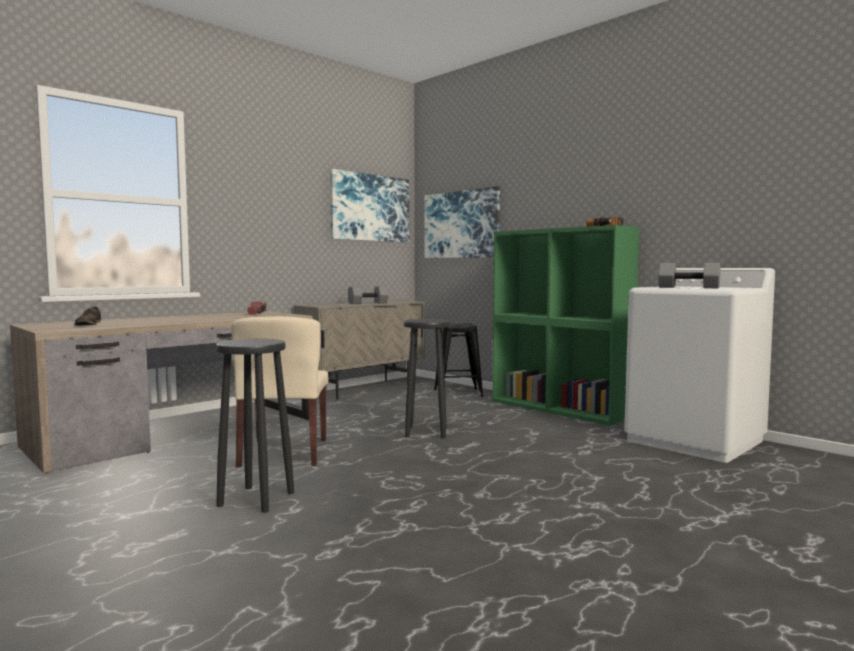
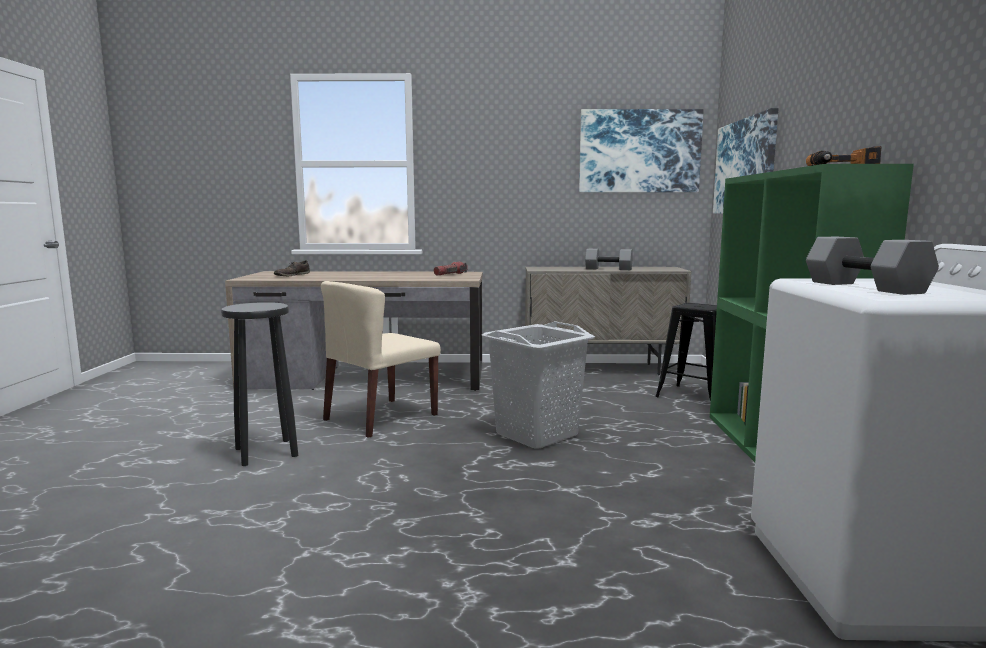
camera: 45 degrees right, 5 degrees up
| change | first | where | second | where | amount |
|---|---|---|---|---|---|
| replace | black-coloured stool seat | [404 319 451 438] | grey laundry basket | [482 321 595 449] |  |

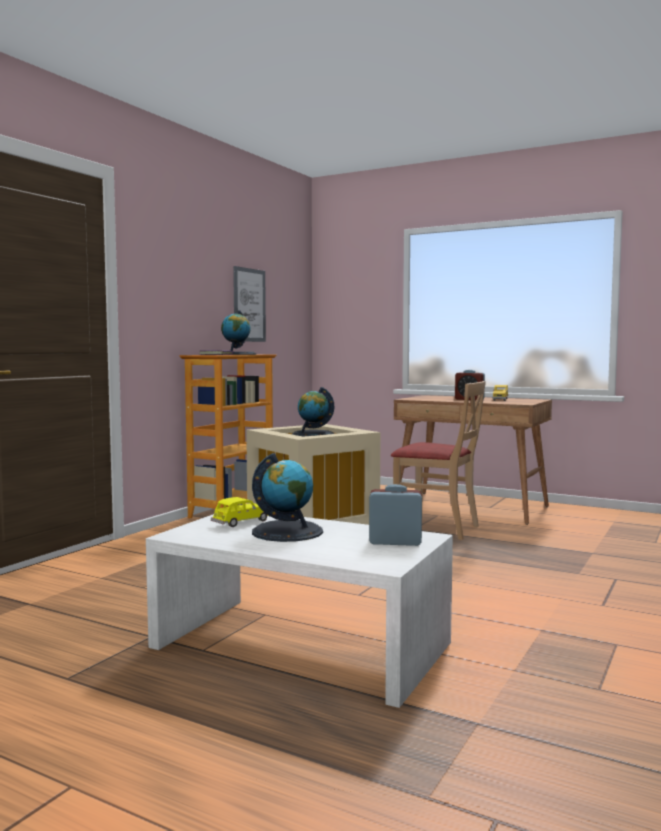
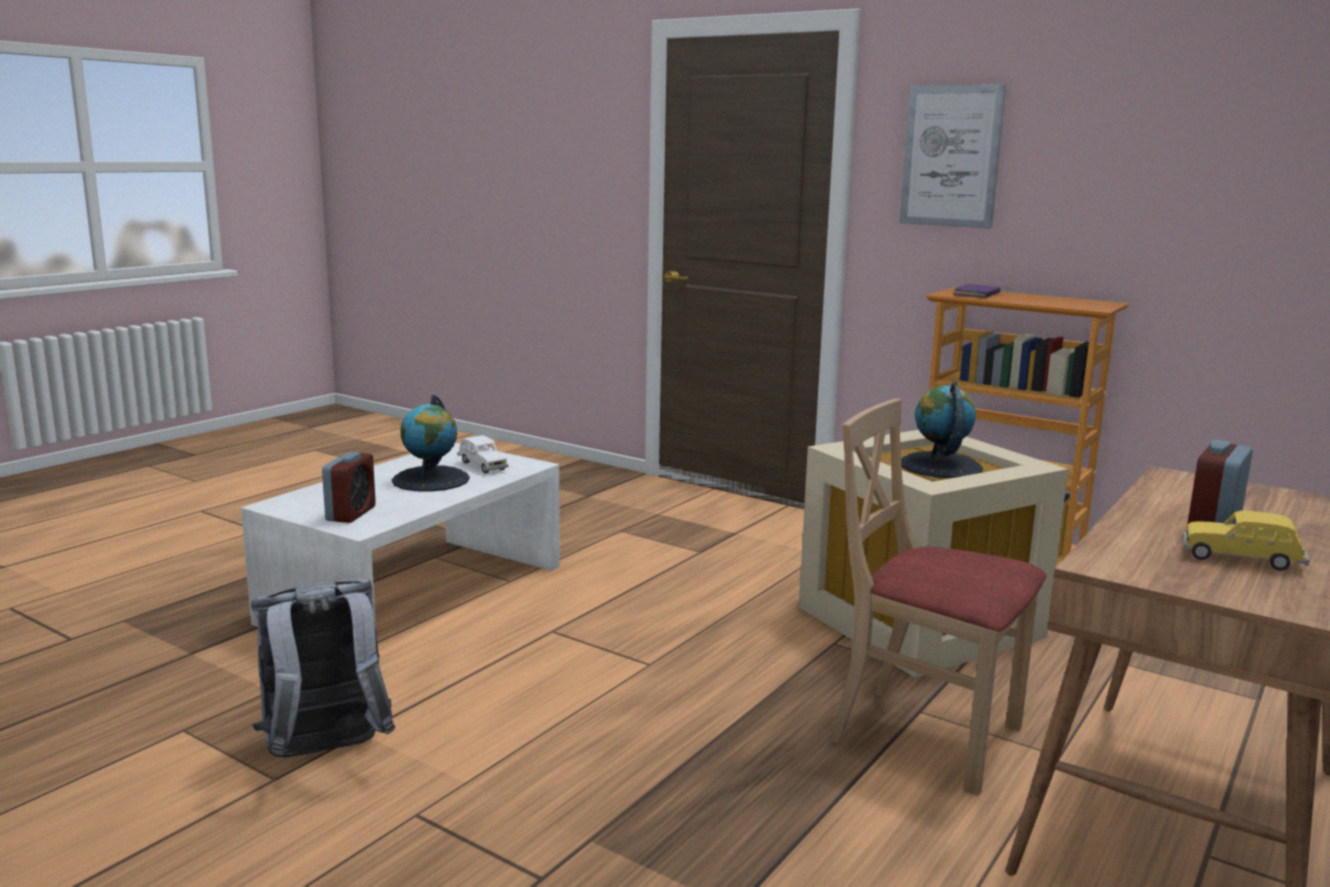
camera: 95 degrees right, 10 degrees up
| change | first | where | second | where | amount |
|---|---|---|---|---|---|
| recolor | yellow model car | [211 497 268 527] | whitish model car | [457 435 508 474] |  |
| delete | globe | [221 310 256 355] |  |  |  |
| move | picture | [233 266 266 342] |  | [899 85 1006 229] |  |
| rotate | beige chair | [391 381 486 540] |  | [831 398 1046 796] | 90 degrees clockwise |
| insert |  |  | grey knapsack | [251 579 395 758] |  |

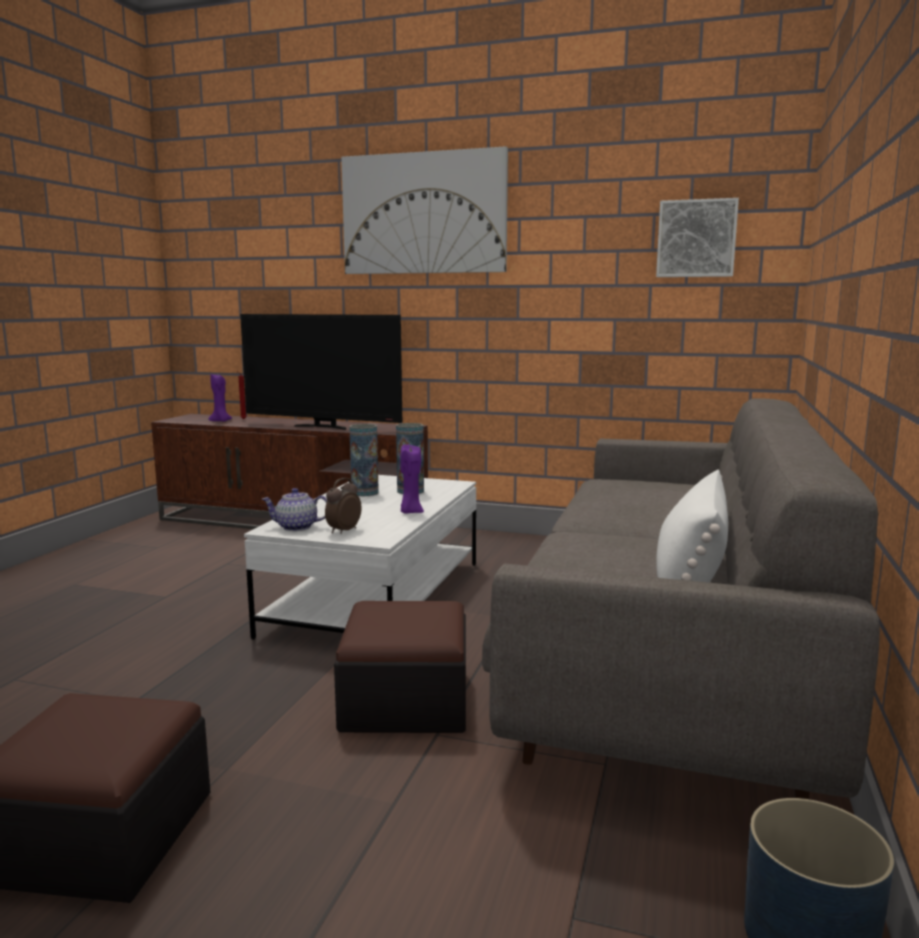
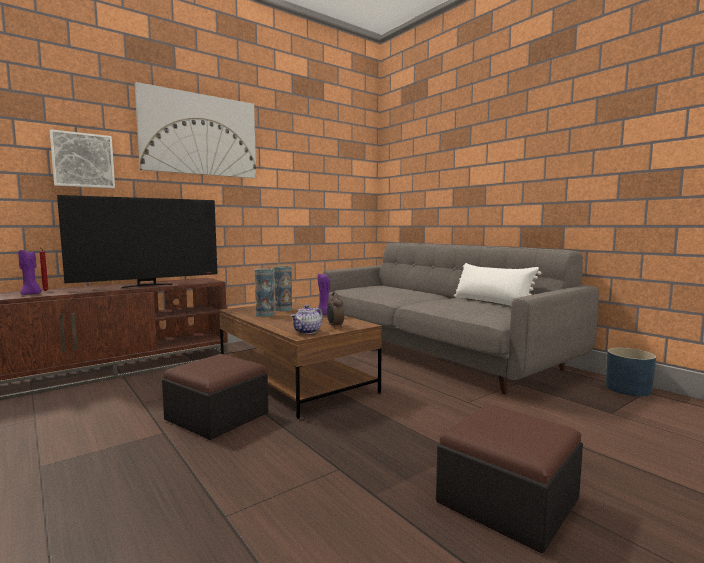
camera: 55 degrees left, 5 degrees down
| change | first | where | second | where | amount |
|---|---|---|---|---|---|
| recolor | whitish low table | [244 475 476 640] | brown low table | [219 302 382 419] |  |
| move | footrest | [334 601 466 733] |  | [162 354 268 440] |  |
| move | picture | [656 198 739 277] |  | [50 129 115 188] |  |

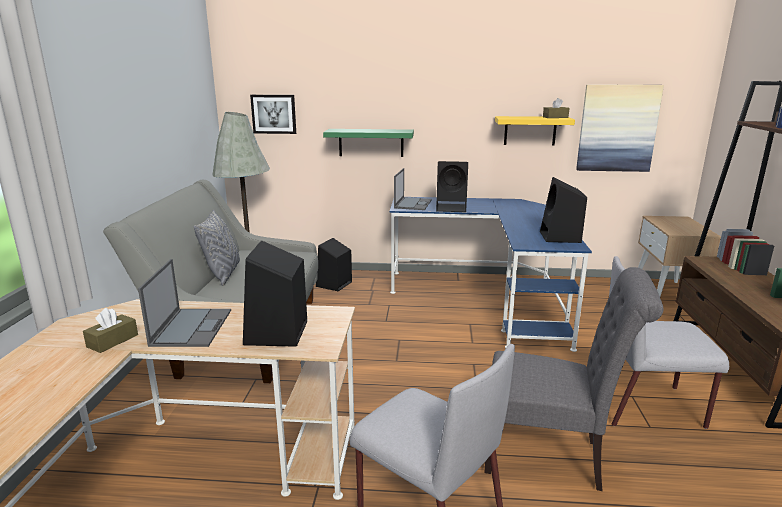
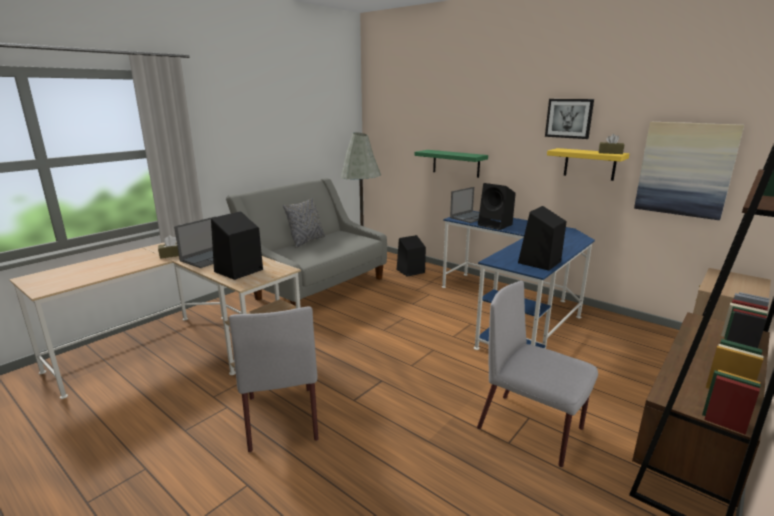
camera: 35 degrees right, 0 degrees up
| change | first | where | second | where | amount |
|---|---|---|---|---|---|
| move | picture | [250 95 296 134] |  | [545 99 594 139] |  |
| delete | grey chair | [484 267 663 491] |  |  |  |

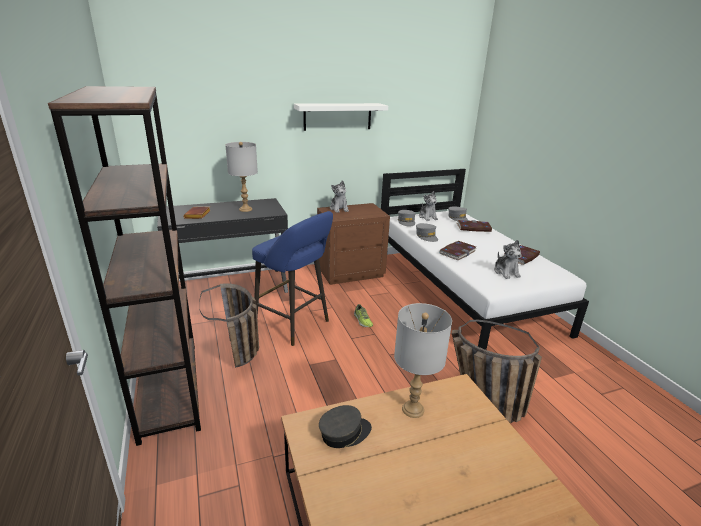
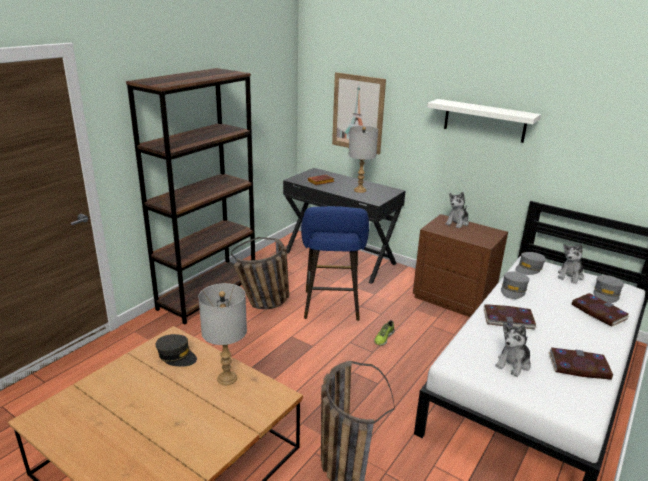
camera: 55 degrees right, 0 degrees up
| change | first | where | second | where | amount |
|---|---|---|---|---|---|
| insert |  |  | picture | [332 72 386 155] |  |

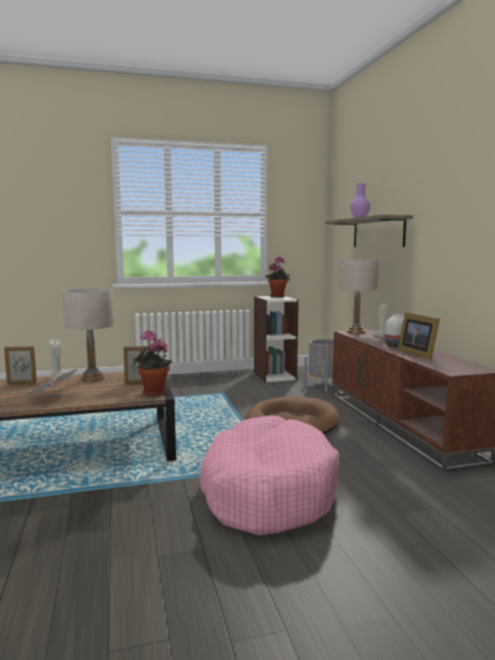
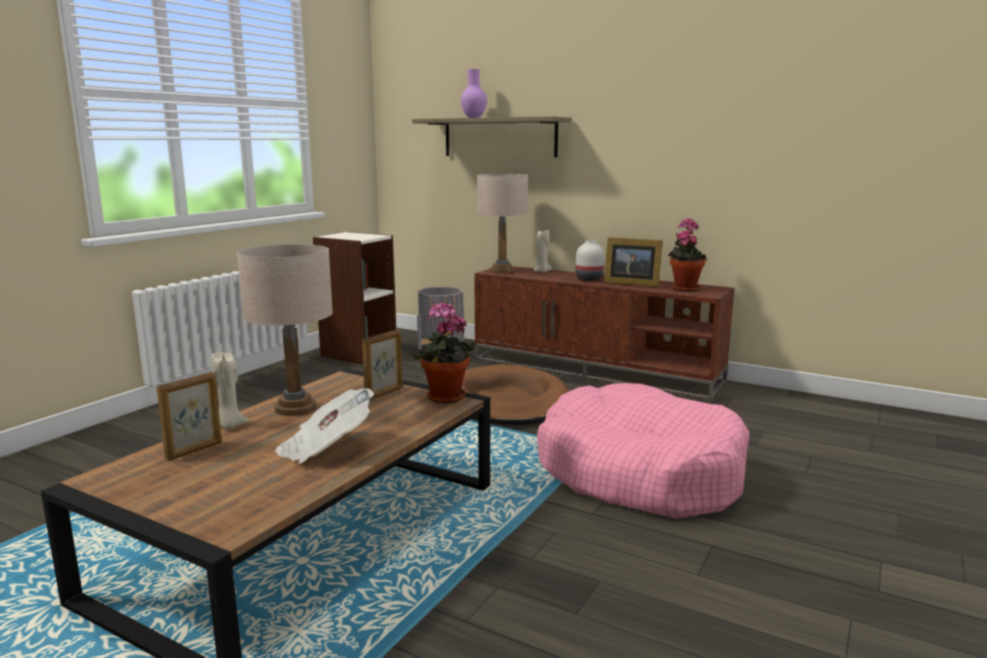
camera: 45 degrees left, 5 degrees up
| change | first | where | second | where | amount |
|---|---|---|---|---|---|
| move | potted plant | [265 257 290 298] |  | [668 218 707 292] |  |

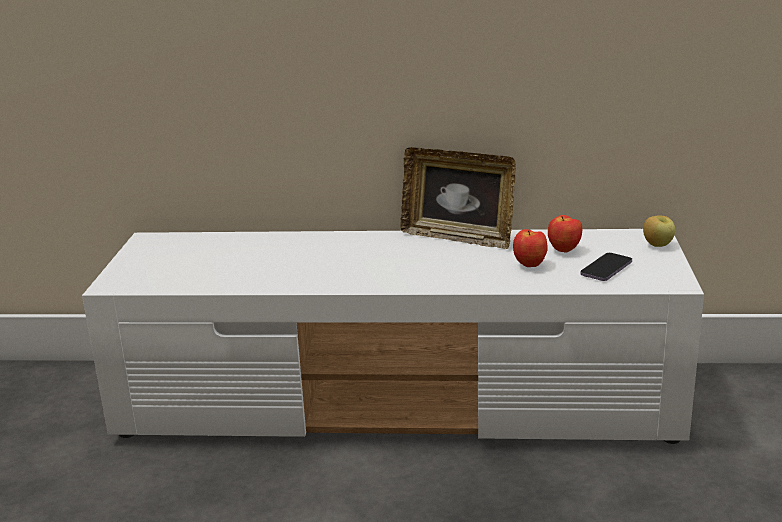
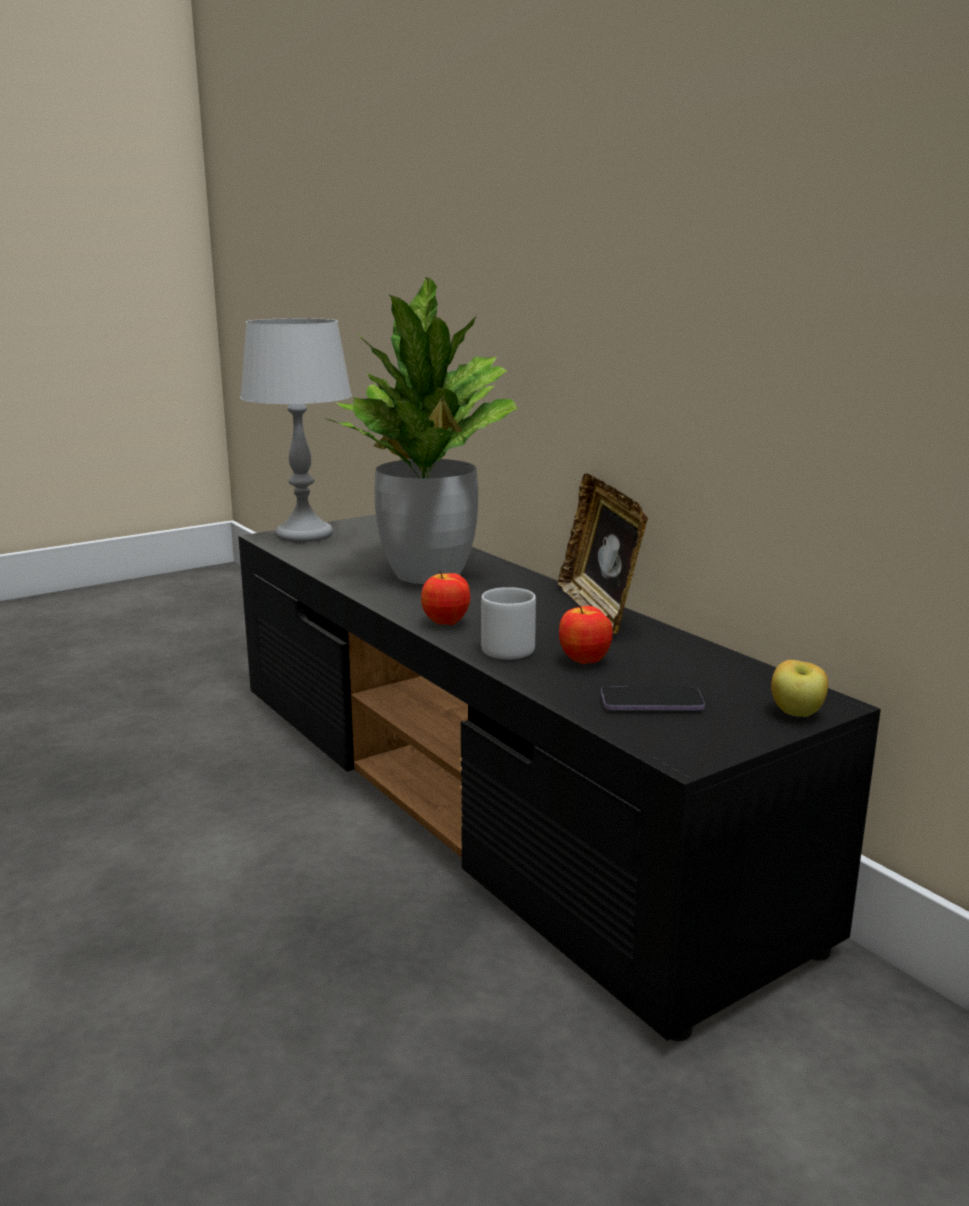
camera: 50 degrees right, 5 degrees down
| change | first | where | second | where | amount |
|---|---|---|---|---|---|
| recolor | whitish media console | [82 229 704 444] | black-coloured media console | [238 514 881 1041] |  |
| move | apple fruit | [548 215 582 253] |  | [421 571 470 625] |  |
| insert |  |  | grey lamp for a table | [240 318 352 542] |  |
| insert |  |  | potted plant | [324 277 518 584] |  |
| insert |  |  | grey mug | [481 587 536 659] |  |

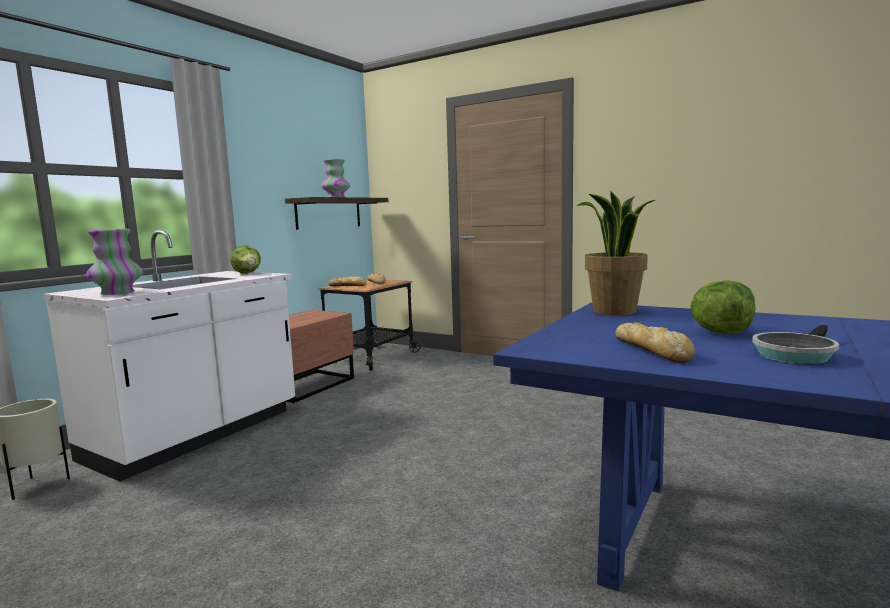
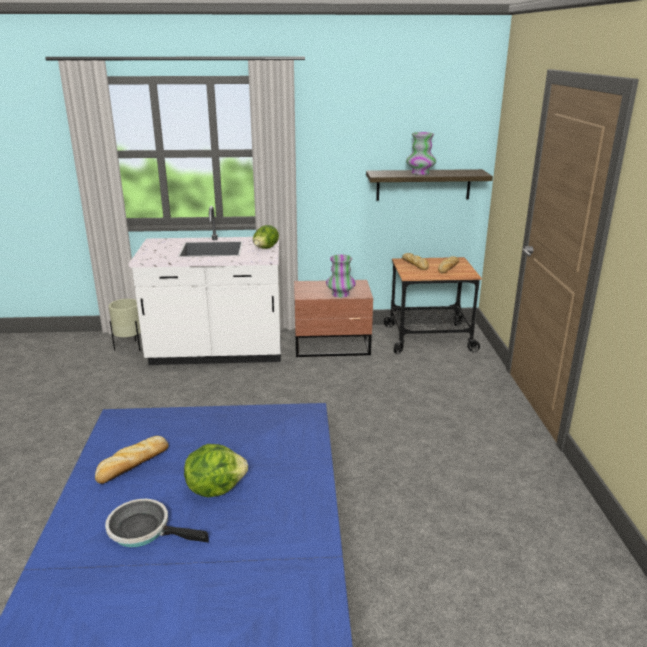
camera: 55 degrees right, 15 degrees up
| change | first | where | second | where | amount |
|---|---|---|---|---|---|
| move | vase | [86 229 143 295] |  | [326 254 356 297] |  |
| delete | potted plant | [576 191 655 316] |  |  |  |

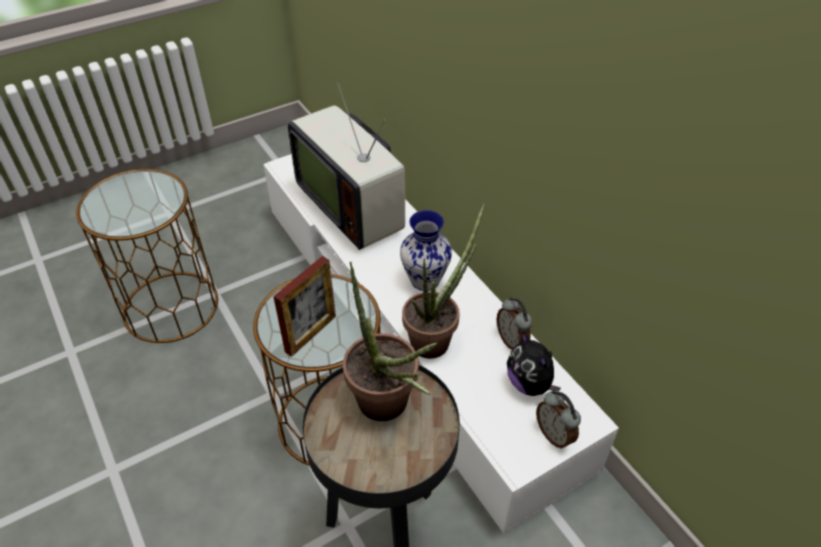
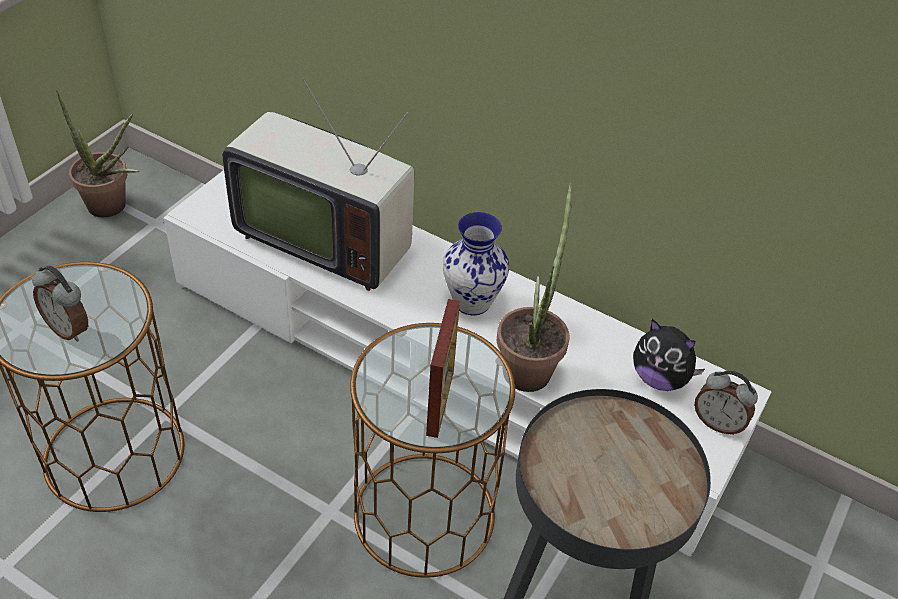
camera: 30 degrees left, 0 degrees up
| change | first | where | second | where | amount |
|---|---|---|---|---|---|
| move | potted plant | [343 262 438 421] |  | [56 90 140 218] |  |
| move | alarm clock | [497 297 532 350] |  | [32 265 88 342] |  |

